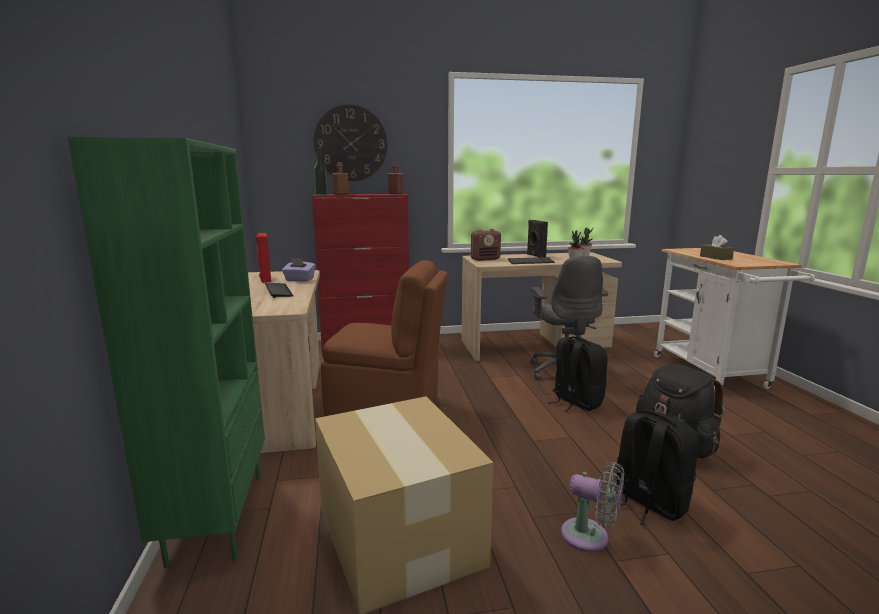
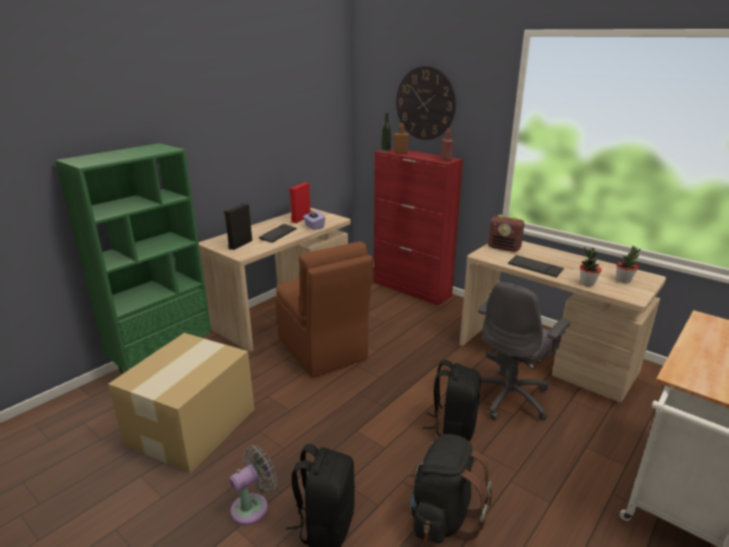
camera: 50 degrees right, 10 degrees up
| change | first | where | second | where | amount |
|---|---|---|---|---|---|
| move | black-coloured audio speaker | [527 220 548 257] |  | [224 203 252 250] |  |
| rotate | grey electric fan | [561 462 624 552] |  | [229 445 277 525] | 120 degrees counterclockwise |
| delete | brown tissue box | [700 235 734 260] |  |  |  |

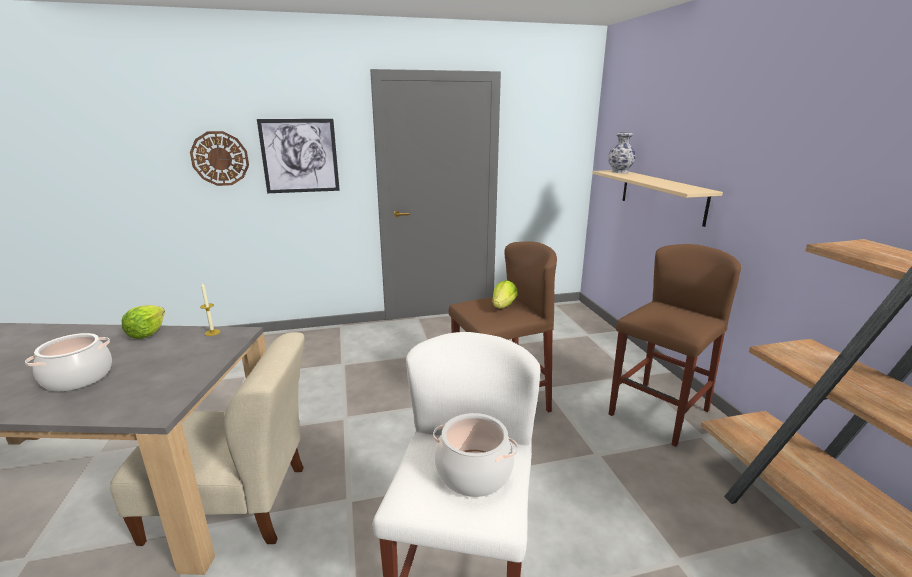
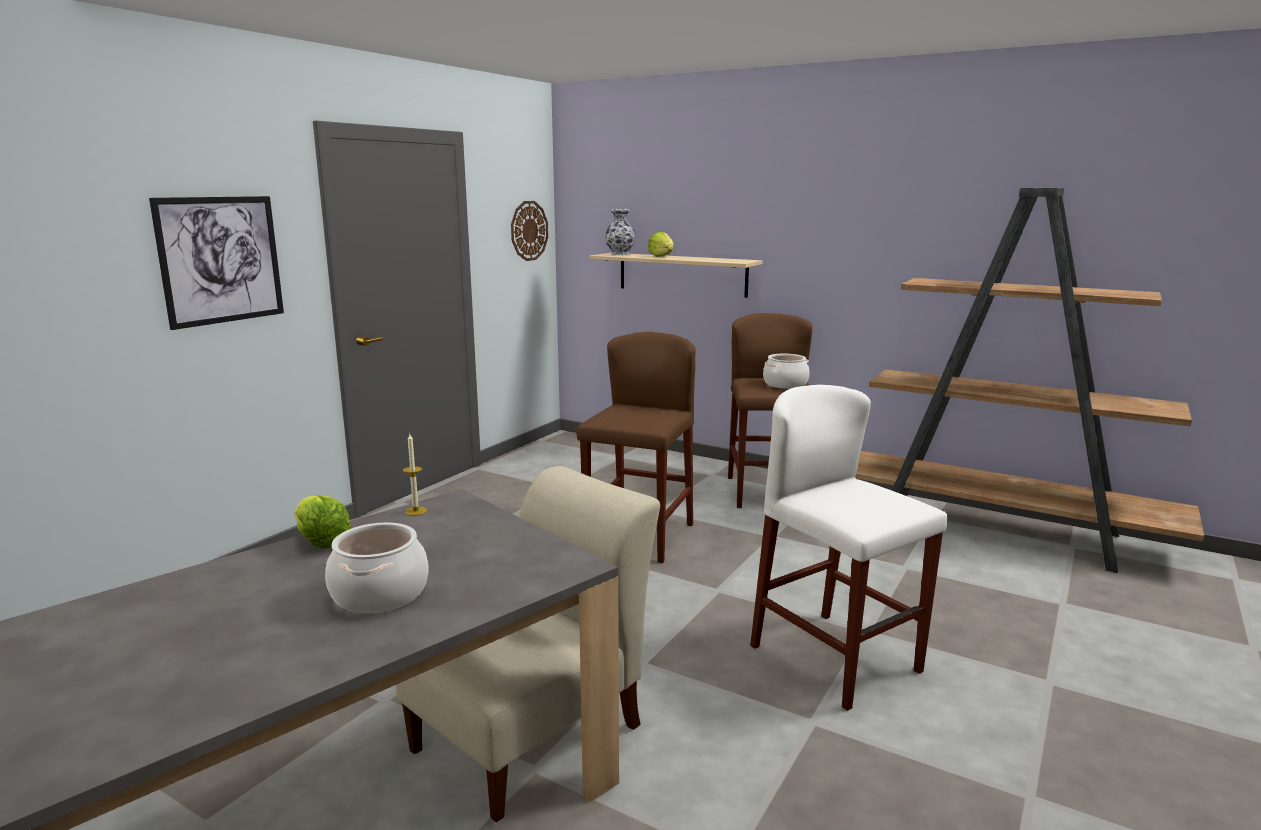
camera: 45 degrees left, 5 degrees down
| change | first | where | second | where | amount |
|---|---|---|---|---|---|
| move | wall clock | [190 131 249 186] |  | [511 201 548 261] |  |
| move | saucepot | [433 413 518 497] |  | [763 354 809 389] |  |
| move | lettuce | [492 280 518 309] |  | [648 232 674 257] |  |

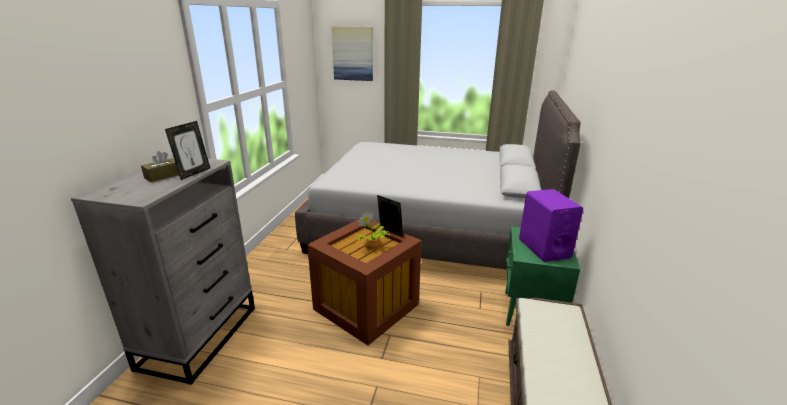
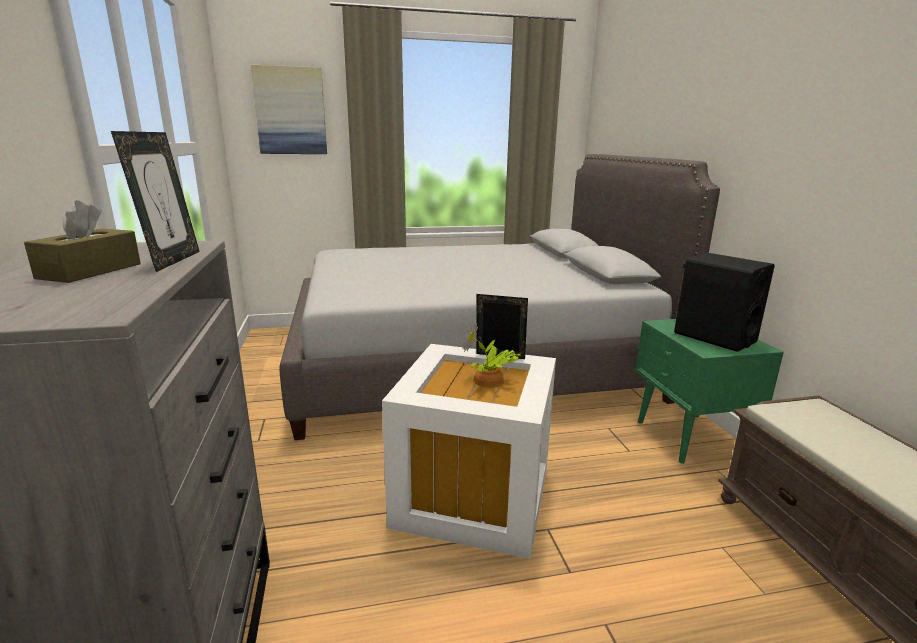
camera: 25 degrees left, 5 degrees down
| change | first | where | second | where | amount |
|---|---|---|---|---|---|
| recolor | brown storage container | [307 219 422 346] | whitish storage container | [382 344 556 559] |  |
| recolor | purple-coloured audio speaker | [519 189 583 262] | black-coloured audio speaker | [674 253 774 352] |  |

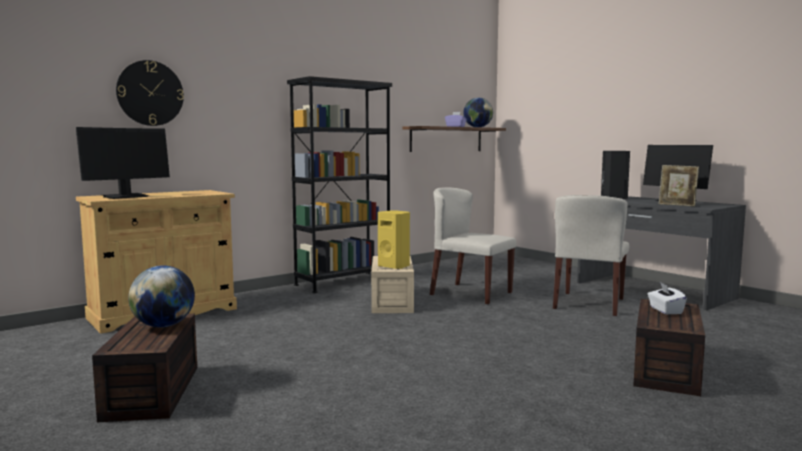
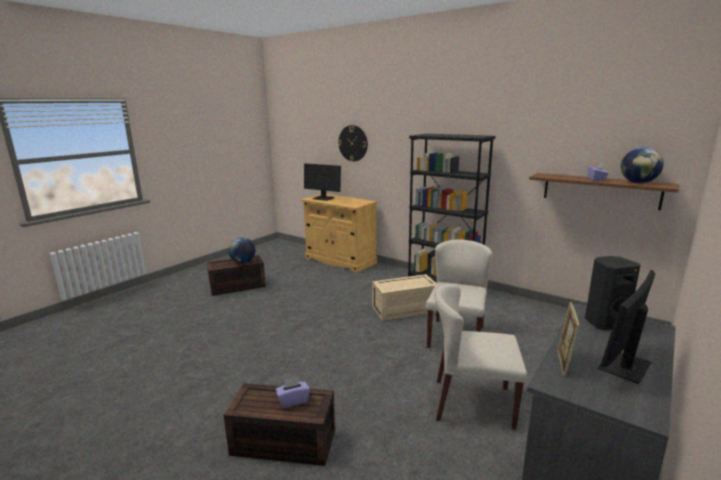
camera: 75 degrees right, 10 degrees up
| change | first | where | second | where | amount |
|---|---|---|---|---|---|
| delete | yellow audio speaker | [378 211 410 270] |  |  |  |
| recolor | whitish tissue box | [648 282 687 314] | purple-coloured tissue box | [276 377 310 408] |  |

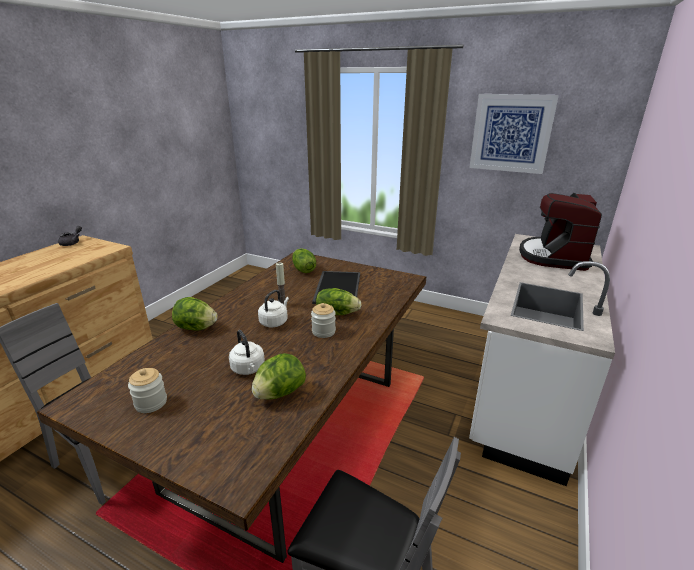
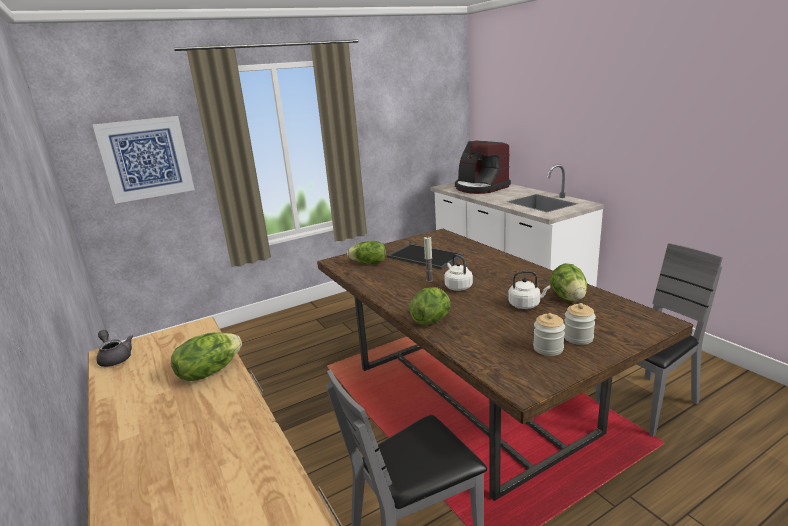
camera: 55 degrees left, 5 degrees down
| change | first | where | second | where | amount |
|---|---|---|---|---|---|
| move | jar | [311 303 336 338] |  | [564 303 596 345] |  |
| move | lettuce | [316 288 361 315] |  | [171 332 242 381] |  |
| move | picture | [469 94 559 174] |  | [93 116 195 204] |  |

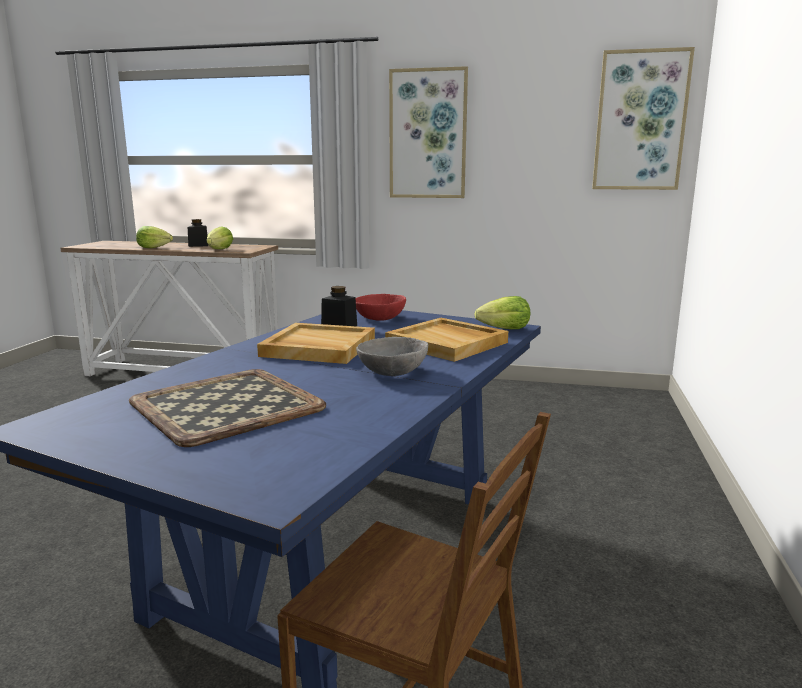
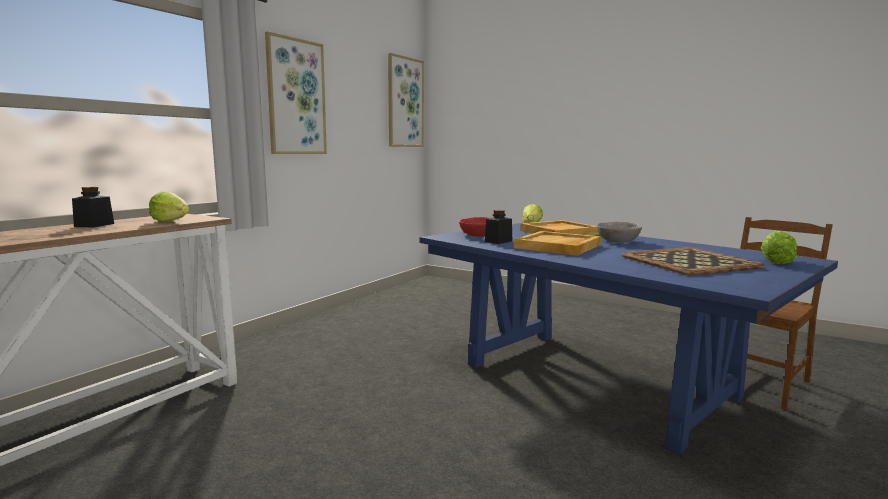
camera: 70 degrees left, 5 degrees down
| change | first | where | second | where | amount |
|---|---|---|---|---|---|
| move | lettuce | [136 226 173 248] |  | [761 231 797 264] |  |

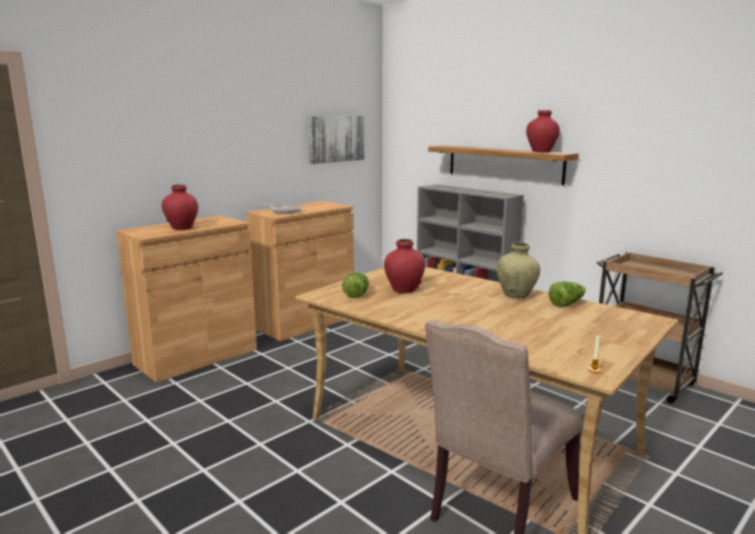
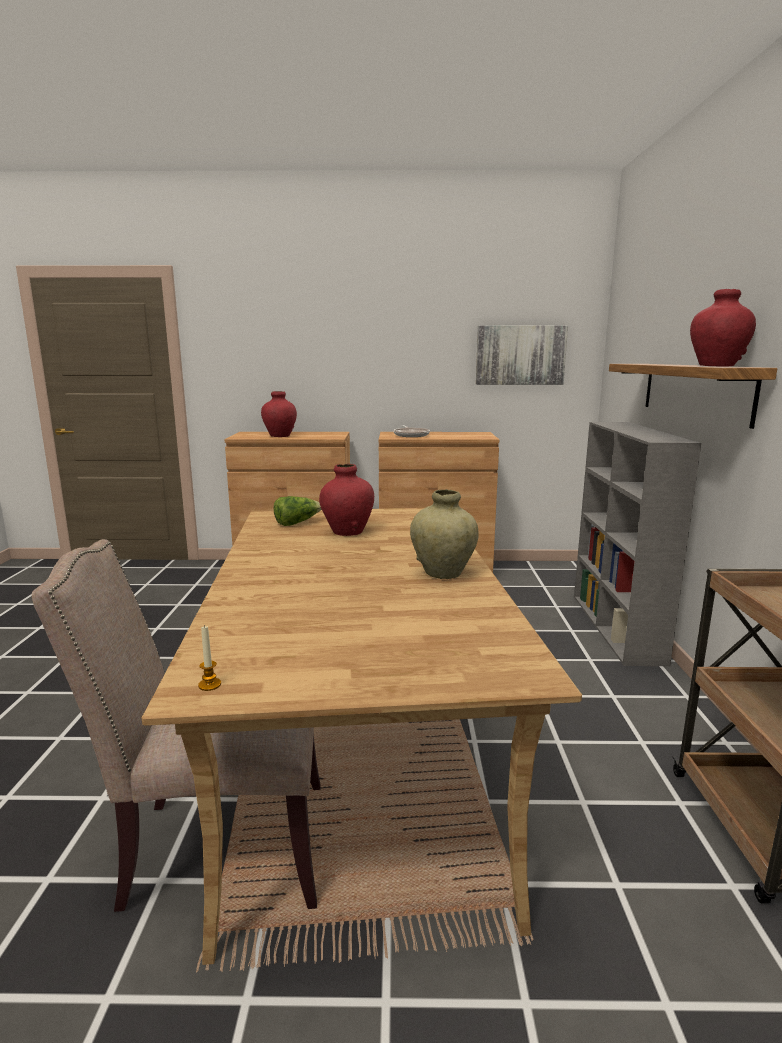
camera: 45 degrees right, 0 degrees up
| change | first | where | second | where | amount |
|---|---|---|---|---|---|
| delete | lettuce | [548 281 586 307] |  |  |  |

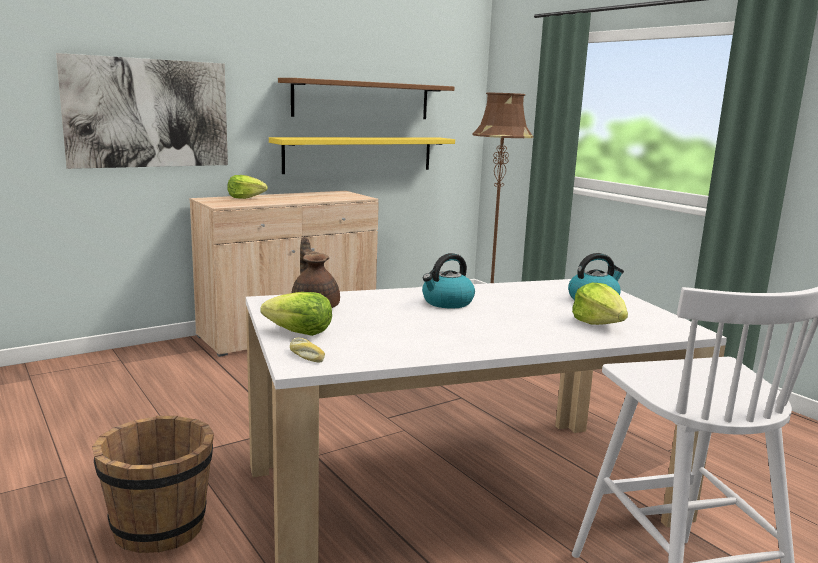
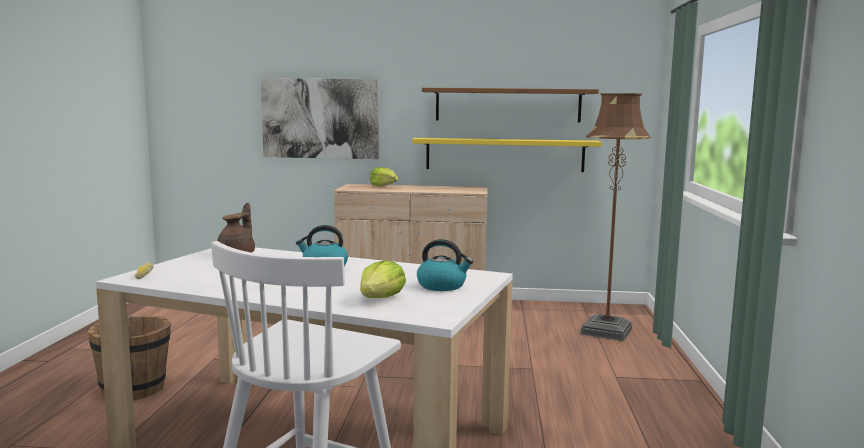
camera: 40 degrees right, 5 degrees down
| change | first | where | second | where | amount |
|---|---|---|---|---|---|
| delete | lettuce | [261 292 332 336] |  |  |  |

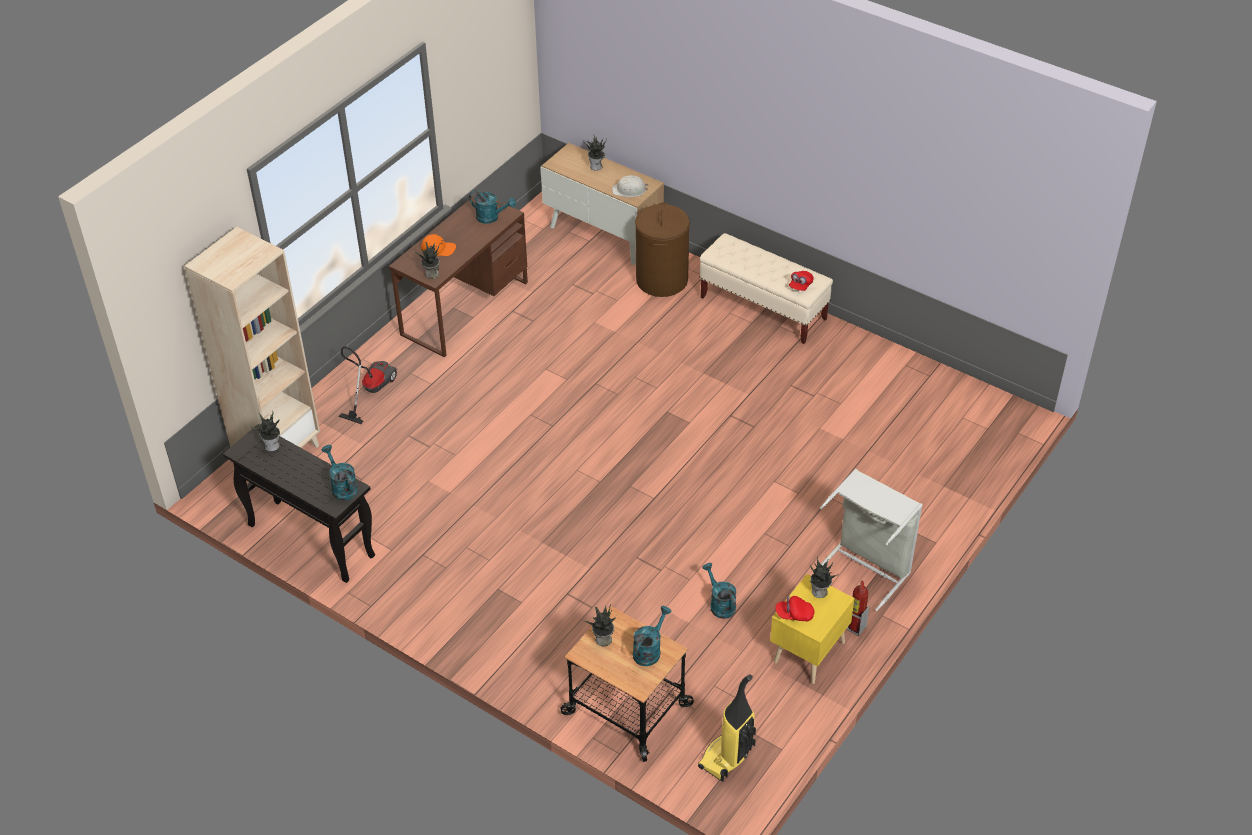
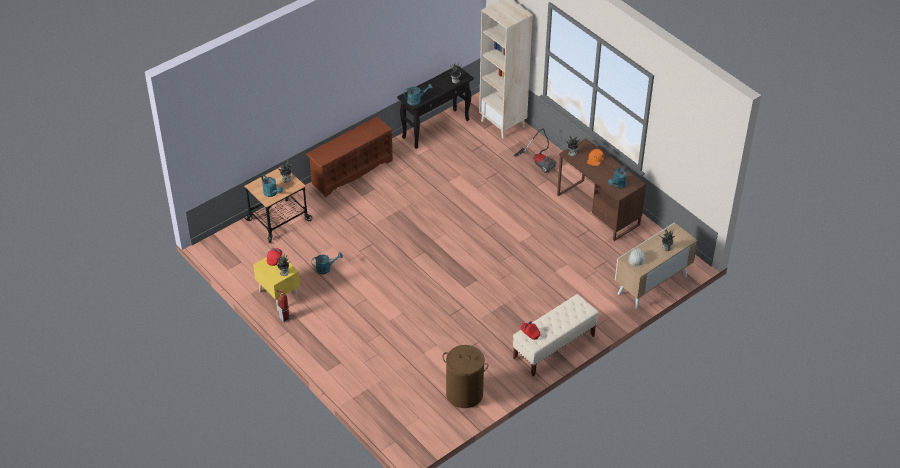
camera: 105 degrees right, 0 degrees up
| change | first | where | second | where | amount |
|---|---|---|---|---|---|
| move | brown laundry basket | [635 202 690 297] |  | [443 345 488 408] |  |
| delete | vacuum | [698 674 756 782] |  |  |  |
| delete | grey laundry basket | [812 469 923 611] |  |  |  |
| insert |  |  | brown shoe stand | [306 116 393 197] |  |

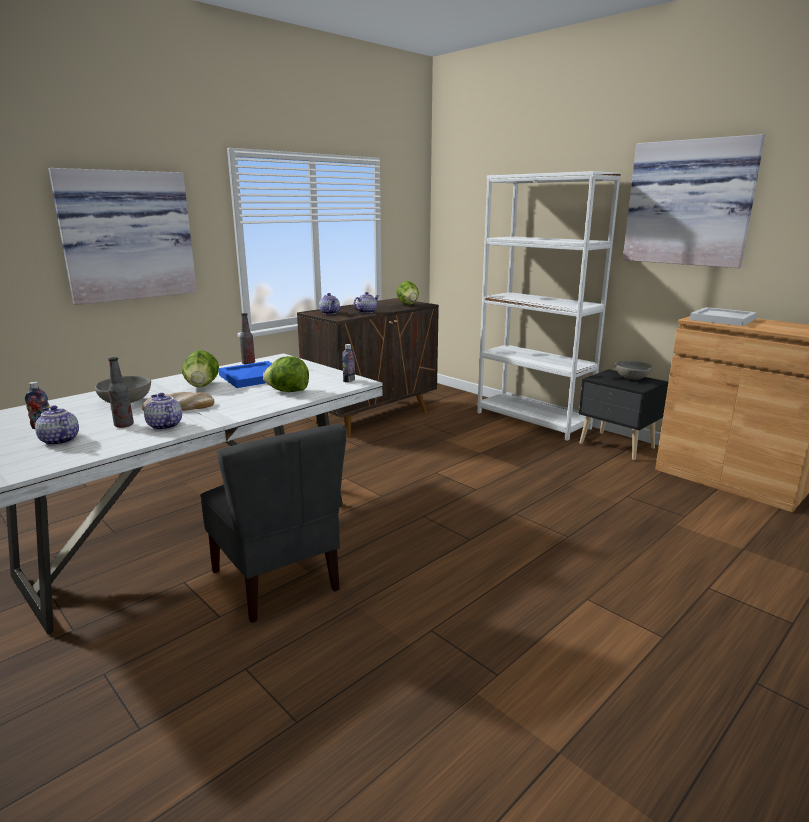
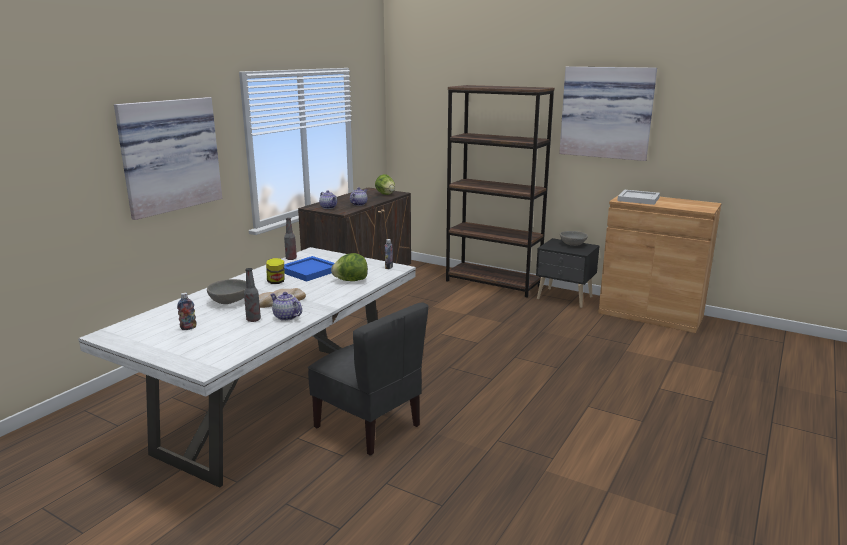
camera: 15 degrees left, 0 degrees up
| change | first | where | second | where | amount |
|---|---|---|---|---|---|
| delete | pot for tea | [35 405 79 446] |  |  |  |
| replace | lettuce | [182 350 219 387] | jar | [266 258 285 284] |  |
| recolor | whitish bookcase | [477 171 621 441] | brown bookcase | [446 85 555 298] |  |

